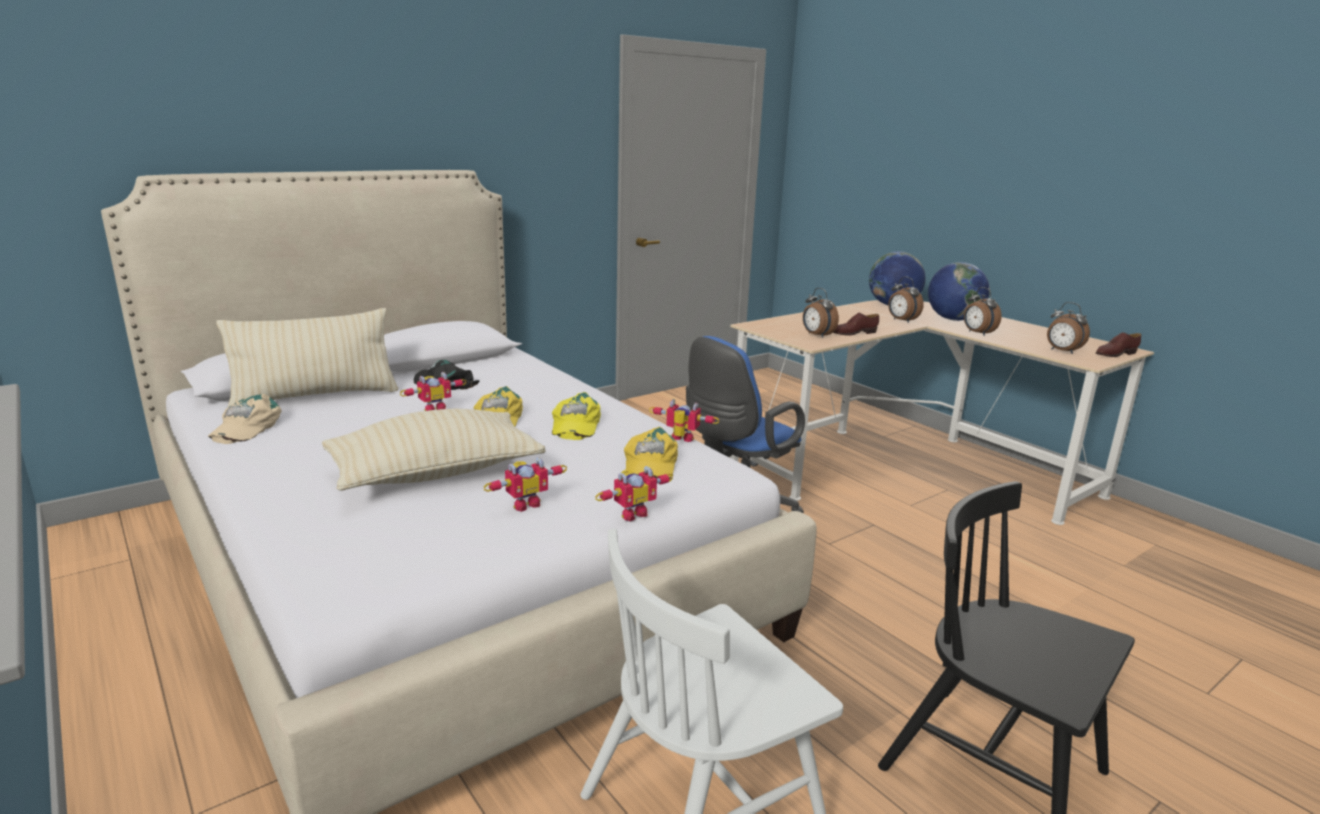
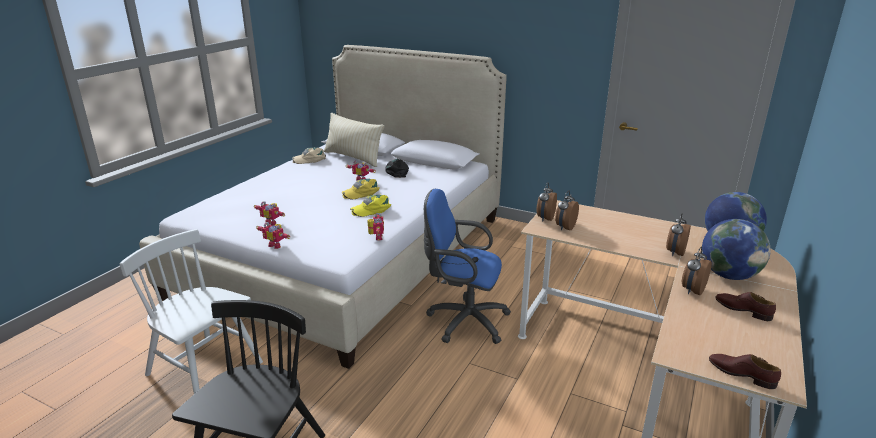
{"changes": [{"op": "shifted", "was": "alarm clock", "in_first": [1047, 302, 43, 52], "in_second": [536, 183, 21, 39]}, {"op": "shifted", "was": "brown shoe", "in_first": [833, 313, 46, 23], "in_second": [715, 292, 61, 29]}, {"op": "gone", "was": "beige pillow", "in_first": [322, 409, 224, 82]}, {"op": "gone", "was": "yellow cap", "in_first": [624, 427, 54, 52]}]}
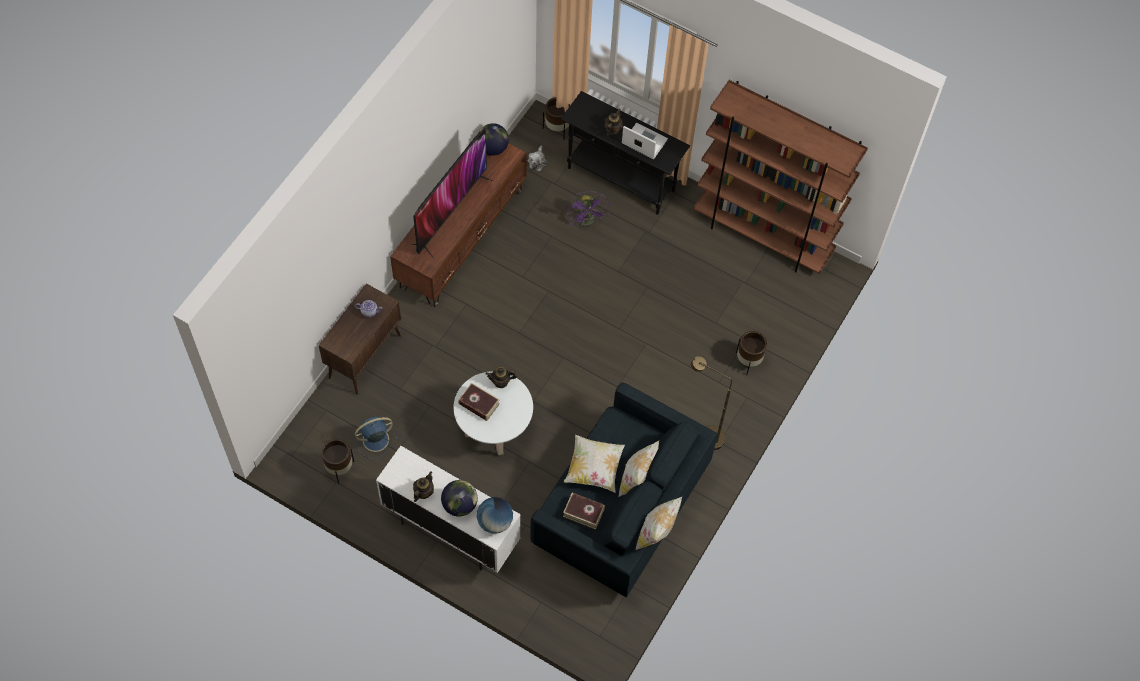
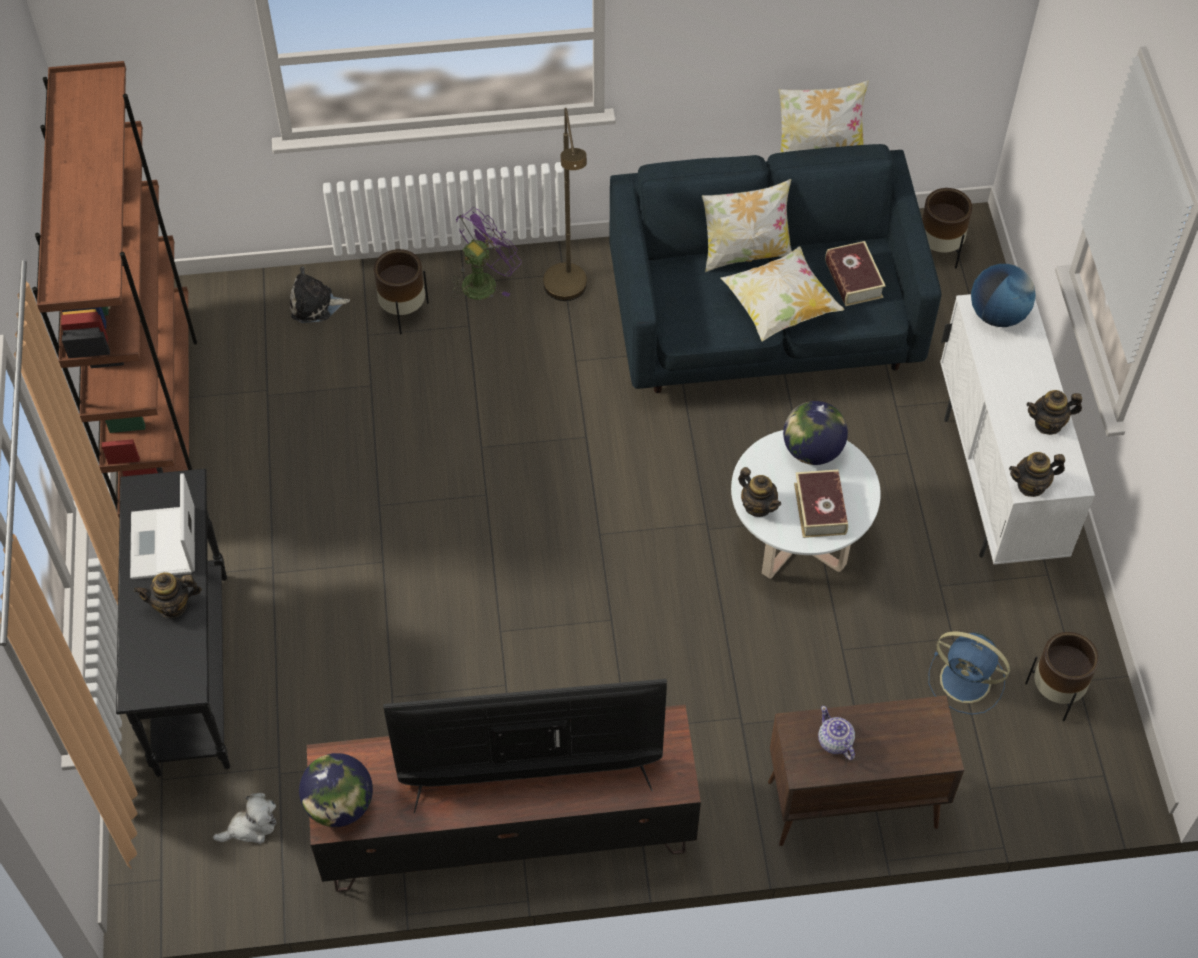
{"changes": [{"op": "shifted", "was": "brown planter", "in_first": [543, 97, 27, 43], "in_second": [922, 188, 50, 80]}, {"op": "shifted", "was": "purple fan", "in_first": [566, 191, 43, 35], "in_second": [451, 207, 70, 93]}, {"op": "shifted", "was": "globe", "in_first": [441, 480, 37, 37], "in_second": [783, 401, 65, 64]}, {"op": "new", "now": "plush toy", "in_second": [290, 266, 60, 57]}, {"op": "new", "now": "teapot", "in_second": [1009, 452, 56, 45]}]}
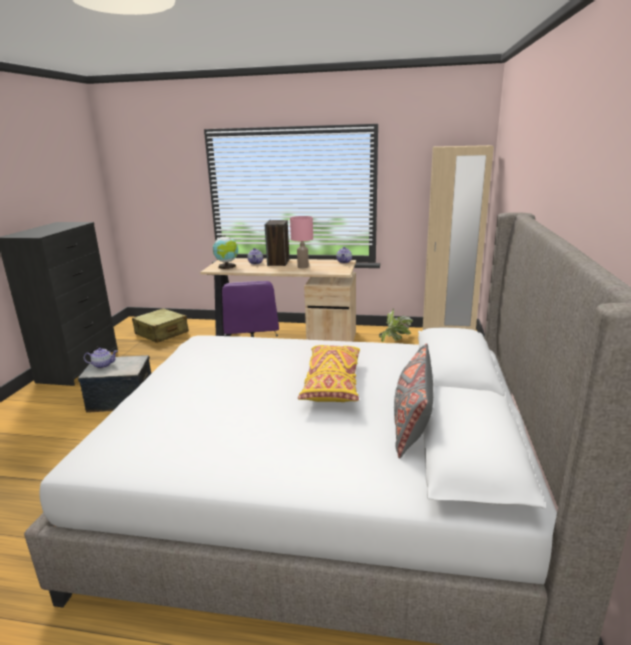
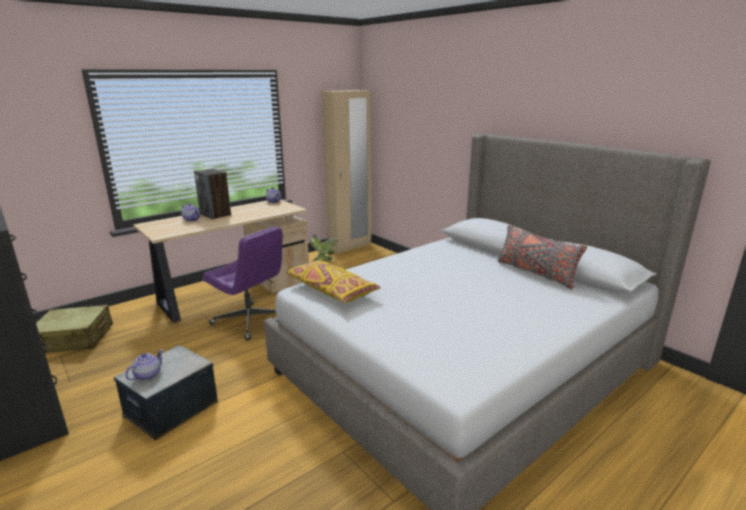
{"changes": [{"op": "gone", "was": "pink table lamp", "in_first": [290, 216, 23, 52]}, {"op": "gone", "was": "globe", "in_first": [213, 236, 25, 33]}, {"op": "shifted", "was": "yellow pillow", "in_first": [298, 345, 62, 57], "in_second": [287, 260, 94, 43]}]}
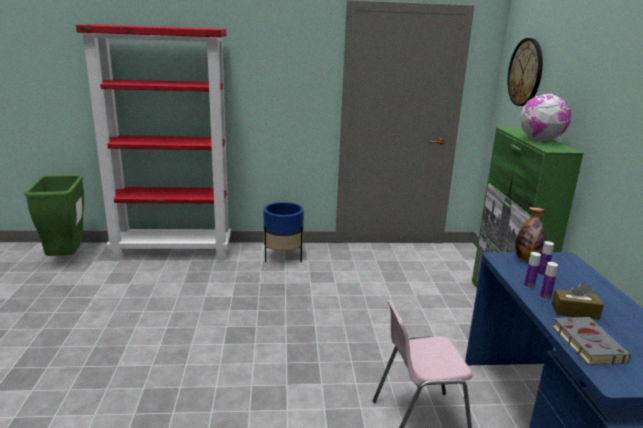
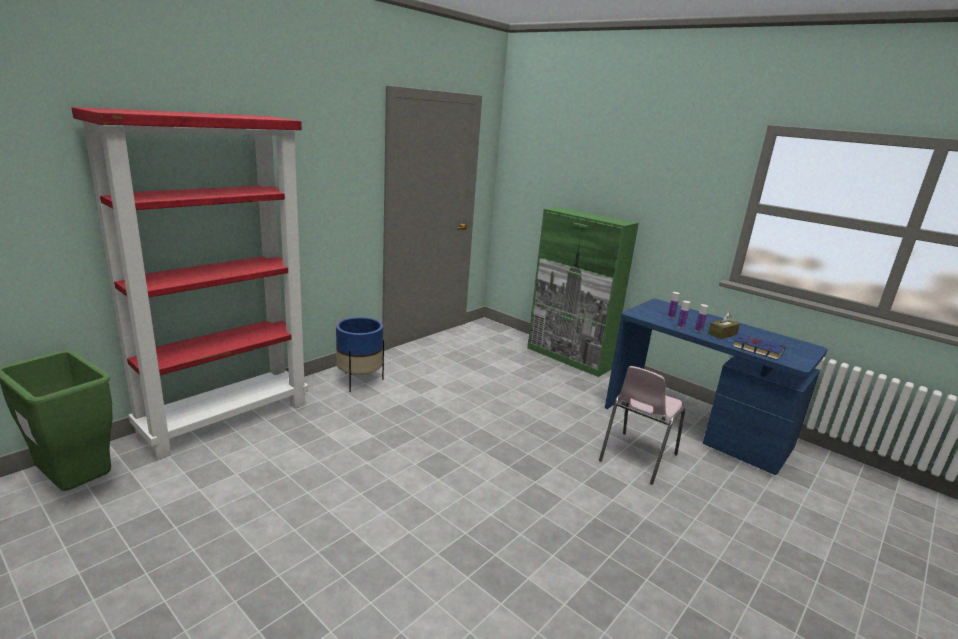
{"changes": [{"op": "gone", "was": "wall clock", "in_first": [508, 38, 35, 68]}, {"op": "gone", "was": "globe", "in_first": [520, 94, 51, 47]}, {"op": "gone", "was": "bottle", "in_first": [515, 207, 31, 54]}, {"op": "repainted", "was": "grey book", "now": "blue book", "in_first": [552, 317, 79, 48], "in_second": [728, 334, 58, 26]}]}
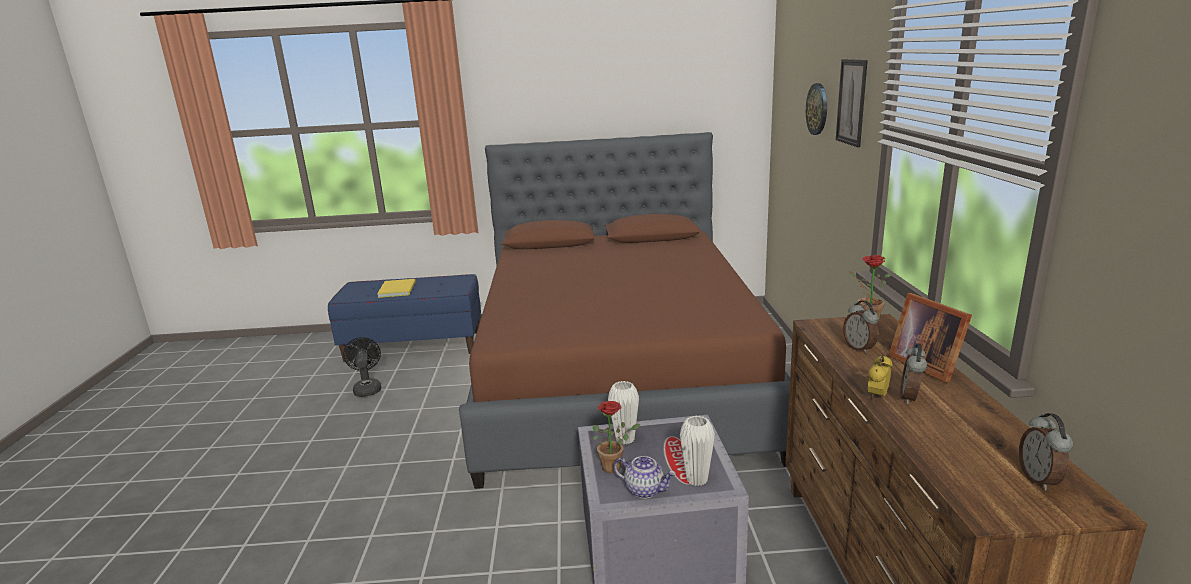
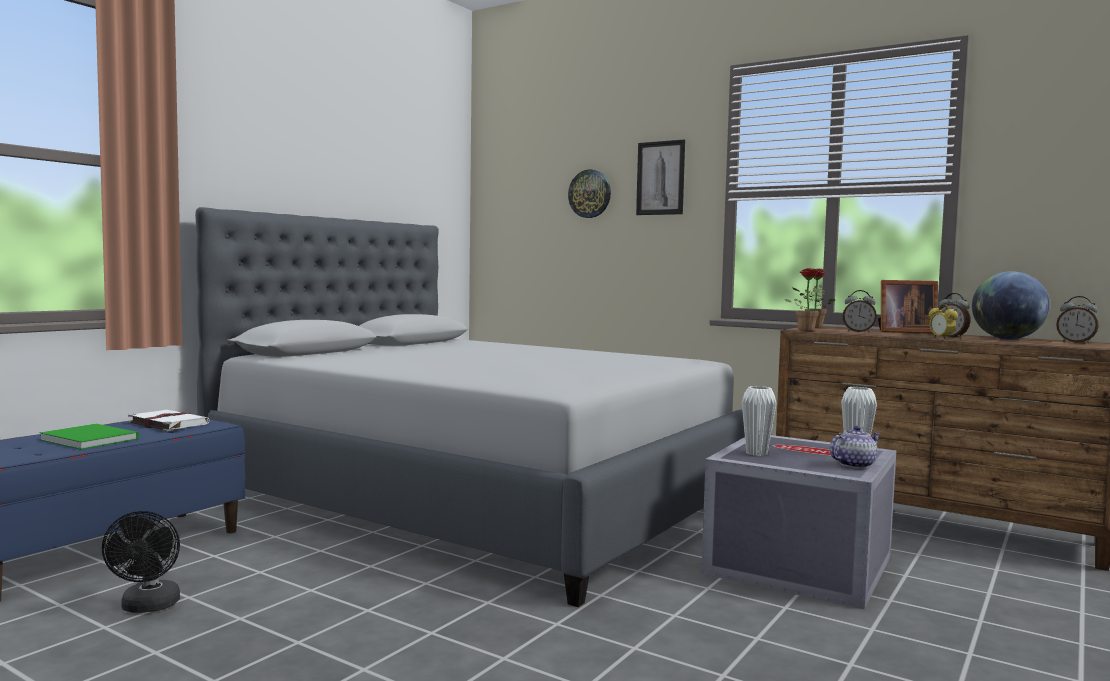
{"changes": [{"op": "repainted", "was": "brown bed", "now": "grey bed", "in_first": [459, 132, 331, 357], "in_second": [195, 207, 550, 400]}, {"op": "repainted", "was": "yellow book", "now": "green book", "in_first": [377, 279, 39, 19], "in_second": [39, 424, 100, 26]}, {"op": "rotated", "was": "black fan", "in_first": [343, 337, 38, 60], "in_second": [102, 511, 78, 102], "clockwise": -120}, {"op": "shifted", "was": "potted plant", "in_first": [593, 401, 48, 72], "in_second": [784, 268, 38, 63]}, {"op": "new", "now": "globe", "in_second": [972, 271, 78, 68]}, {"op": "new", "now": "white book", "in_second": [128, 410, 81, 22]}]}
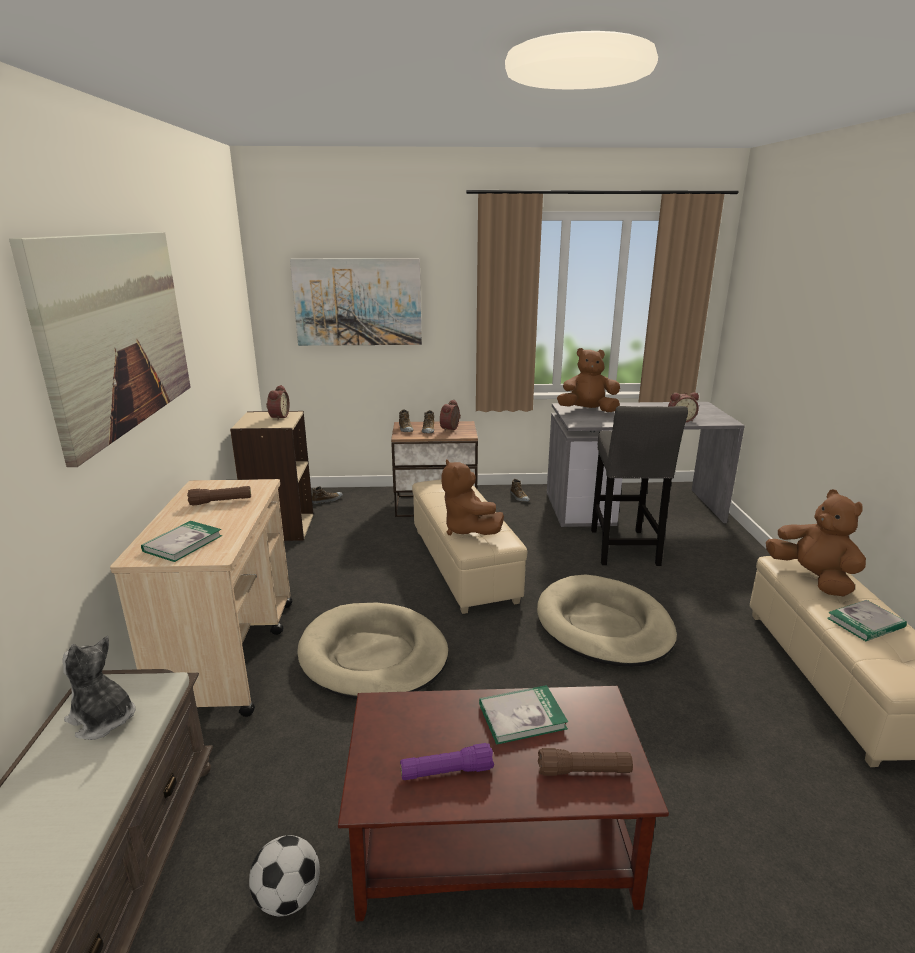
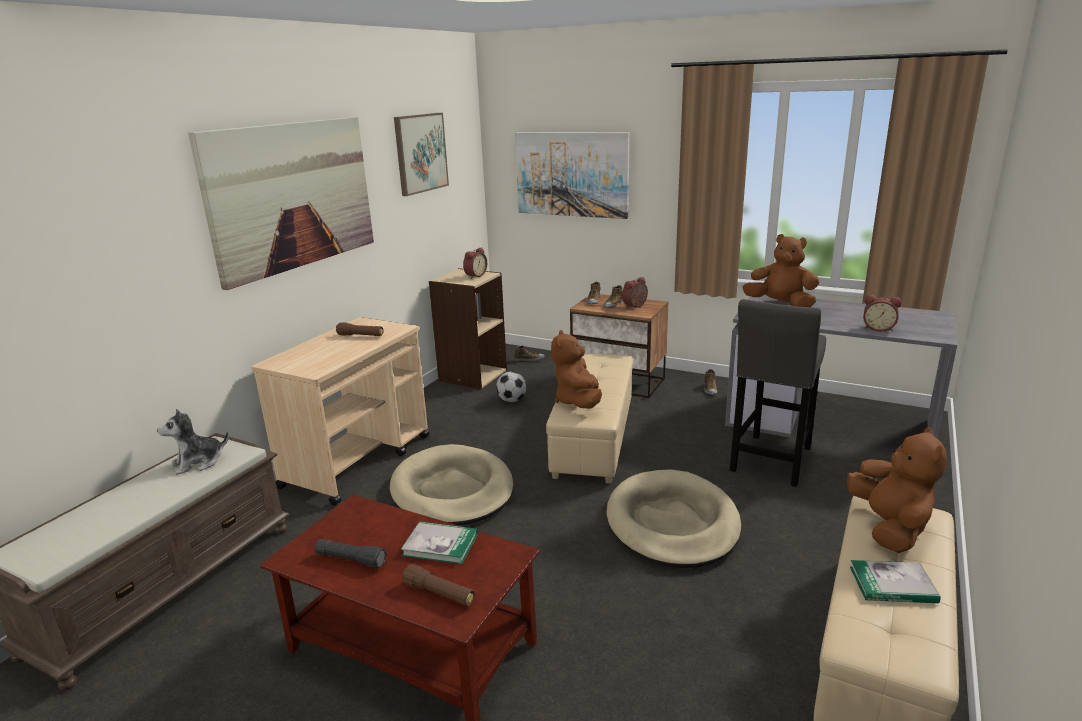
{"changes": [{"op": "gone", "was": "book", "in_first": [141, 521, 81, 41]}, {"op": "rotated", "was": "plush toy", "in_first": [62, 636, 74, 104], "in_second": [157, 409, 72, 66], "clockwise": -90}, {"op": "repainted", "was": "purple flashlight", "now": "black flashlight", "in_first": [400, 743, 94, 37], "in_second": [315, 539, 72, 29]}, {"op": "shifted", "was": "football", "in_first": [249, 835, 71, 81], "in_second": [496, 372, 30, 30]}, {"op": "new", "now": "picture", "in_second": [394, 113, 55, 83]}]}
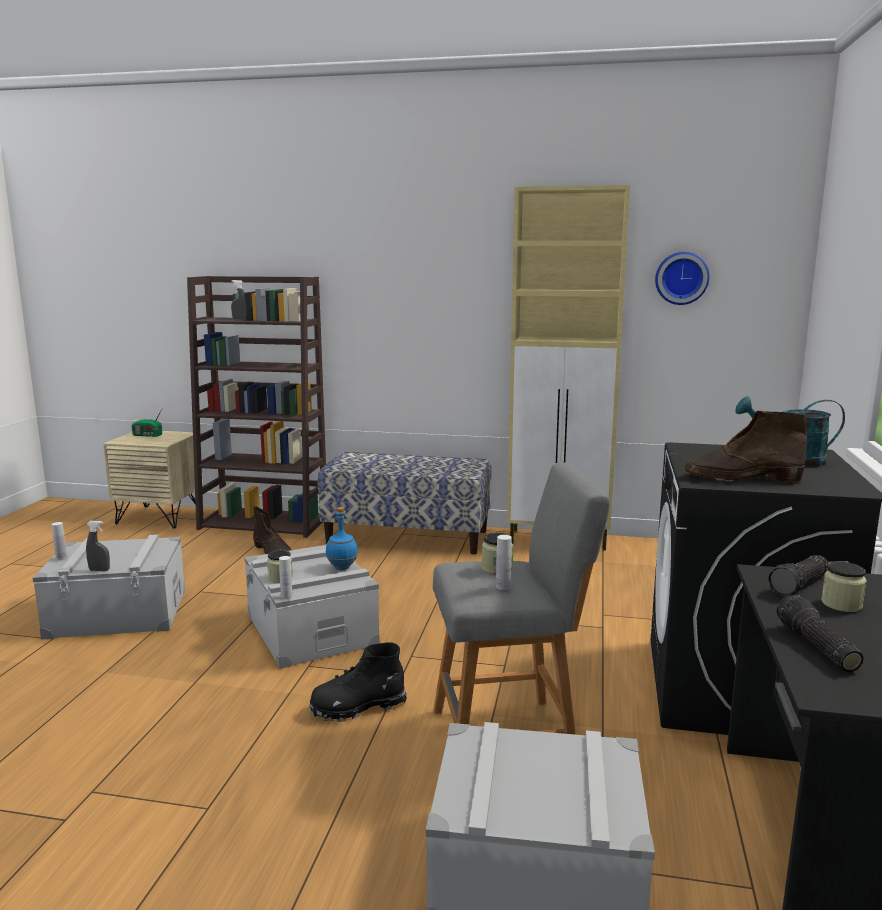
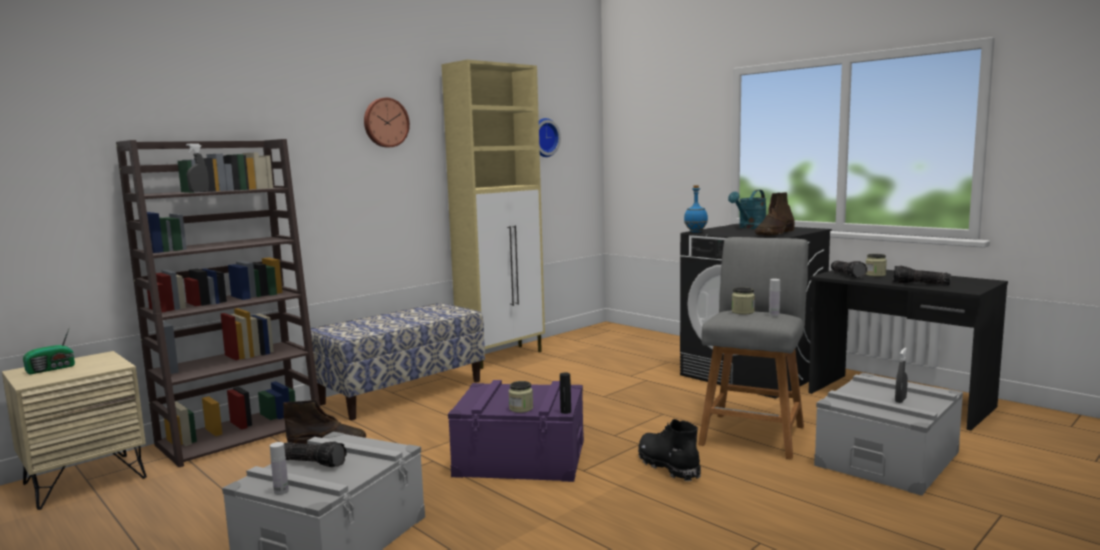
{"changes": [{"op": "shifted", "was": "blue bottle", "in_first": [326, 507, 32, 63], "in_second": [684, 185, 24, 48]}, {"op": "shifted", "was": "grey spray bottle", "in_first": [86, 521, 24, 50], "in_second": [895, 348, 13, 55]}, {"op": "repainted", "was": "grey storage box", "now": "purple storage box", "in_first": [244, 544, 136, 125], "in_second": [448, 380, 136, 102]}, {"op": "repainted", "was": "white bottle", "now": "black bottle", "in_first": [279, 556, 14, 43], "in_second": [560, 372, 11, 42]}, {"op": "rotated", "was": "black boot", "in_first": [309, 642, 98, 80], "in_second": [638, 419, 63, 62], "clockwise": 135}, {"op": "new", "now": "wall clock", "in_second": [364, 98, 46, 49]}, {"op": "new", "now": "flashlight", "in_second": [284, 441, 63, 26]}]}
